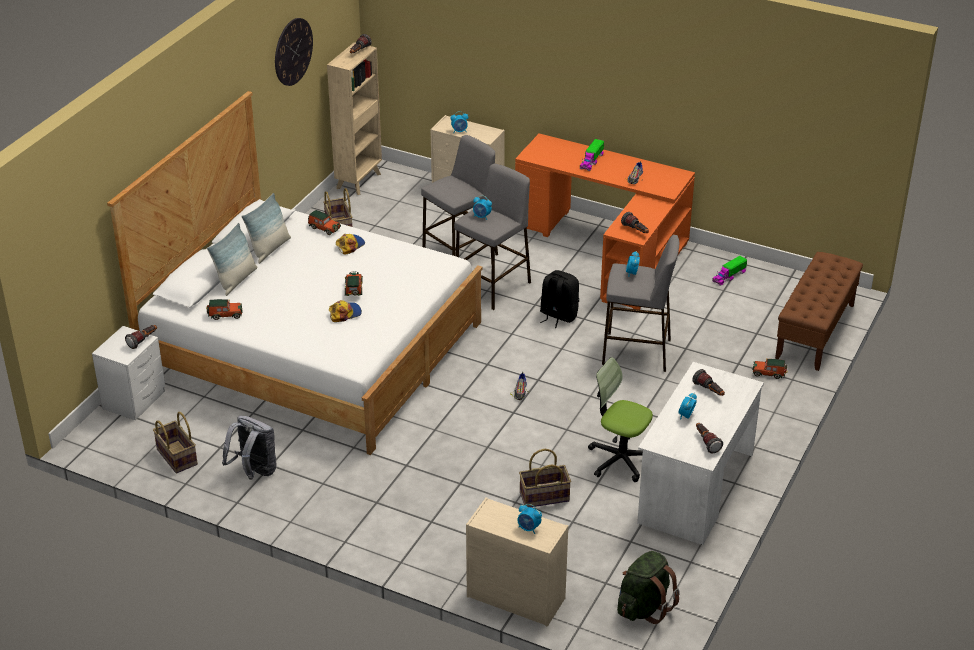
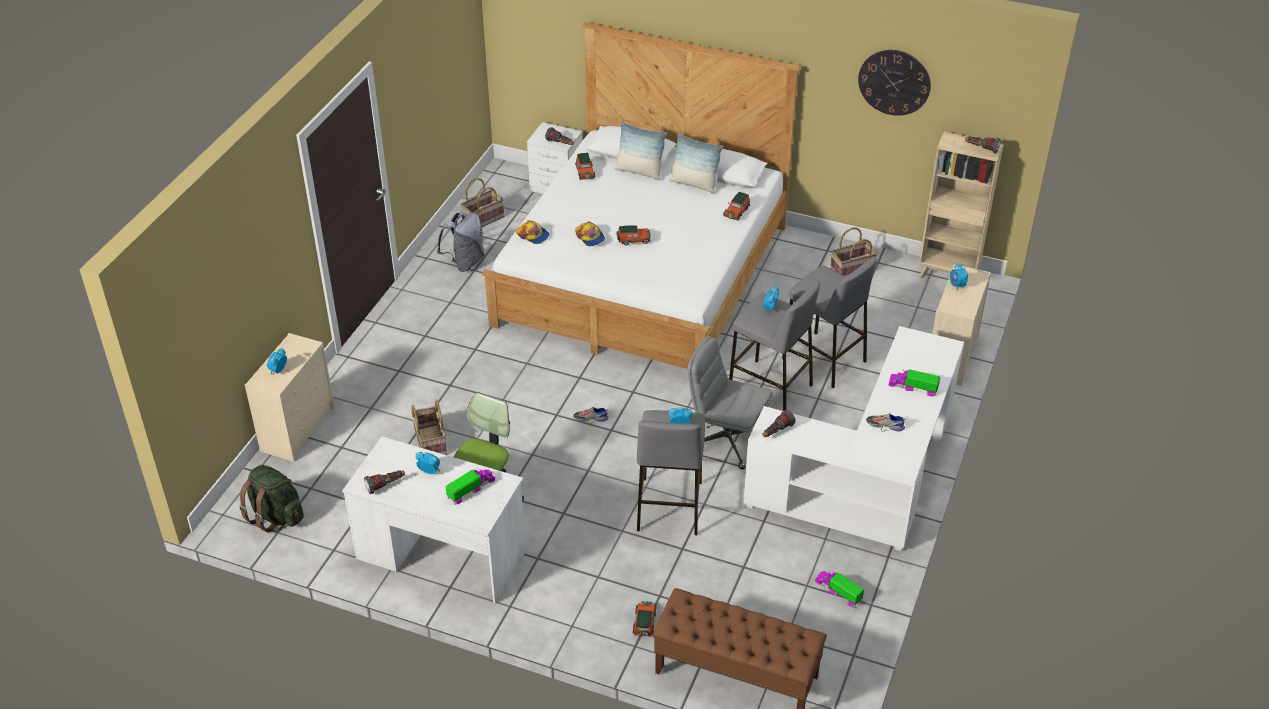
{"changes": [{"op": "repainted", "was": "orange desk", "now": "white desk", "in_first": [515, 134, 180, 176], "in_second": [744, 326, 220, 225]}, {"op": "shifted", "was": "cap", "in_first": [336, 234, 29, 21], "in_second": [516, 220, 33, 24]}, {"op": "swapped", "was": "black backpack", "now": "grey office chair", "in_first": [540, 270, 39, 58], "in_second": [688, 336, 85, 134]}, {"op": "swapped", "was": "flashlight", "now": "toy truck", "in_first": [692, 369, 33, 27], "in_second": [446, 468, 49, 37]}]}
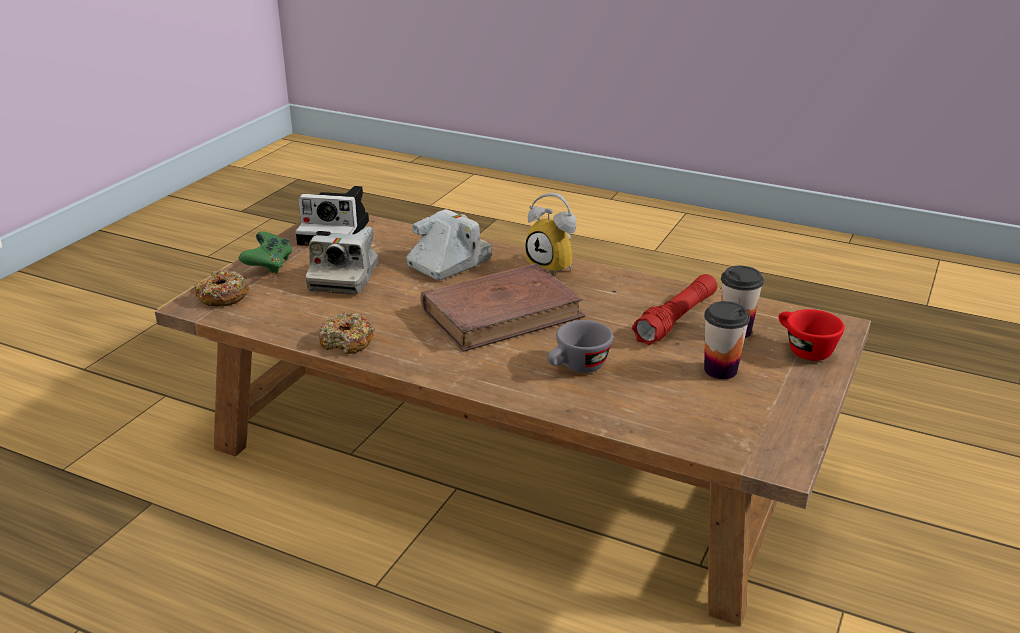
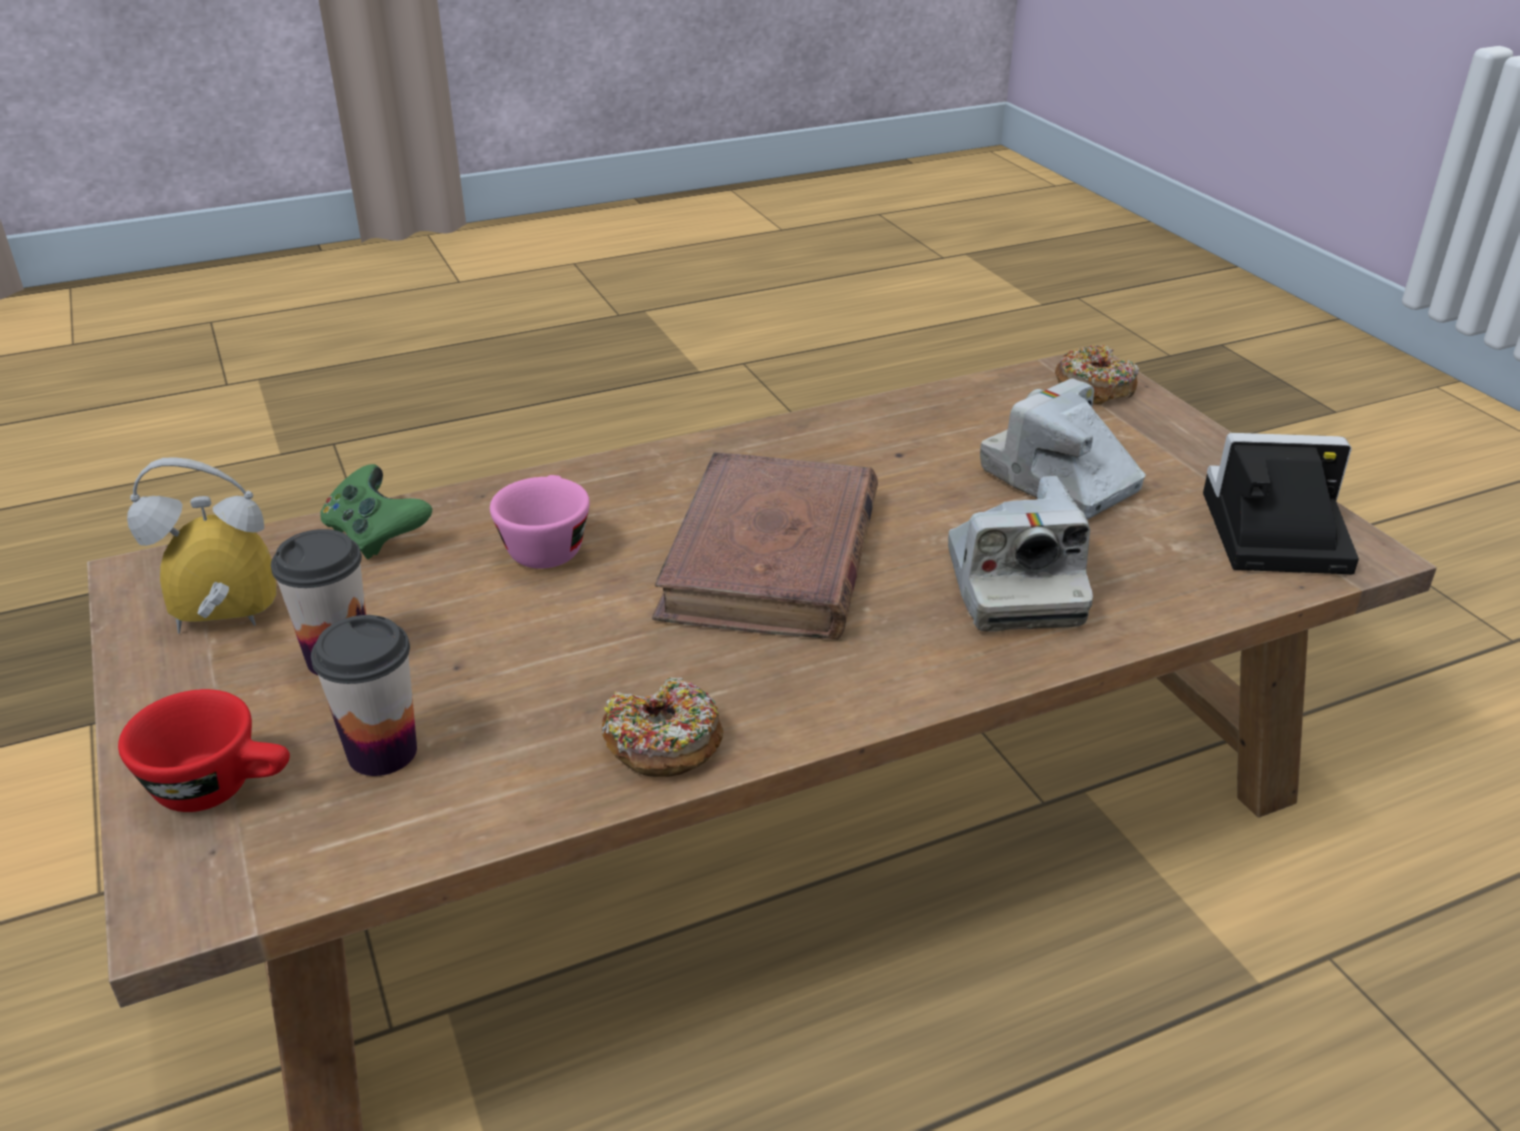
{"changes": [{"op": "rotated", "was": "photo camera", "in_first": [295, 186, 74, 60], "in_second": [1203, 433, 156, 141], "clockwise": 45}, {"op": "shifted", "was": "alarm clock", "in_first": [525, 193, 52, 83], "in_second": [127, 457, 150, 177]}, {"op": "shifted", "was": "green game controller", "in_first": [239, 231, 53, 43], "in_second": [320, 464, 112, 95]}, {"op": "gone", "was": "red flashlight", "in_first": [632, 274, 85, 71]}, {"op": "shifted", "was": "donut", "in_first": [319, 313, 56, 41], "in_second": [602, 677, 121, 100]}, {"op": "repainted", "was": "grey cup", "now": "pink cup", "in_first": [547, 320, 66, 53], "in_second": [490, 475, 100, 94]}]}
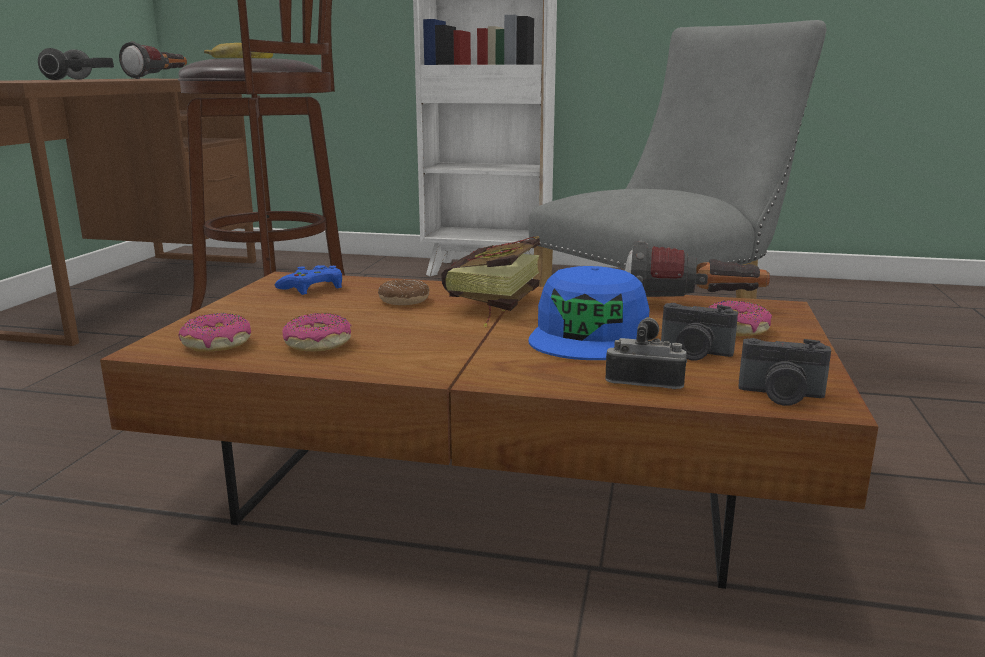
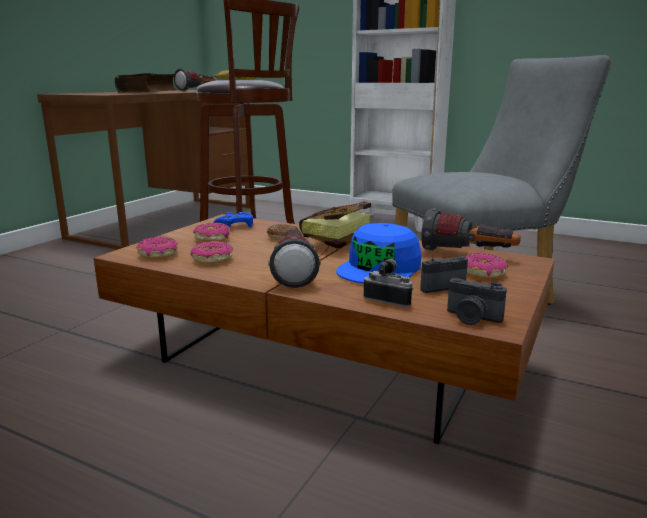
{"changes": [{"op": "swapped", "was": "headphones", "now": "book", "in_first": [38, 48, 76, 32], "in_second": [115, 73, 62, 20]}, {"op": "rotated", "was": "photo camera", "in_first": [661, 303, 77, 57], "in_second": [420, 256, 48, 37], "clockwise": 120}, {"op": "new", "now": "donut", "in_second": [193, 223, 37, 19]}, {"op": "new", "now": "flashlight", "in_second": [268, 229, 53, 59]}]}
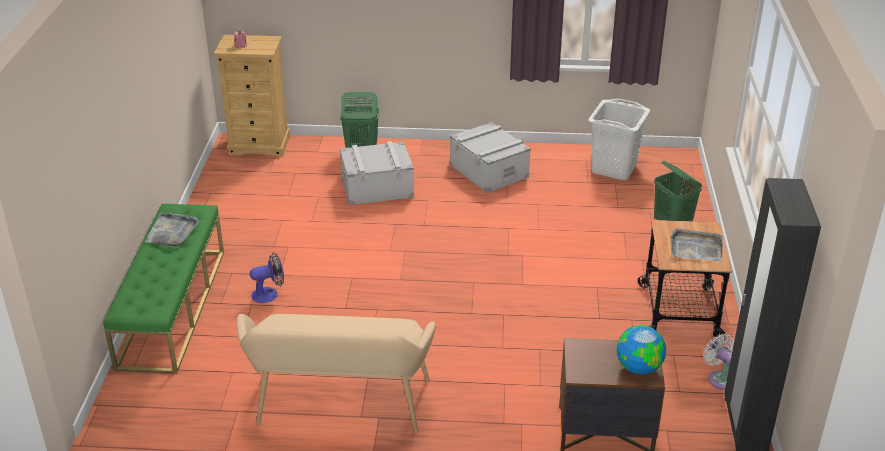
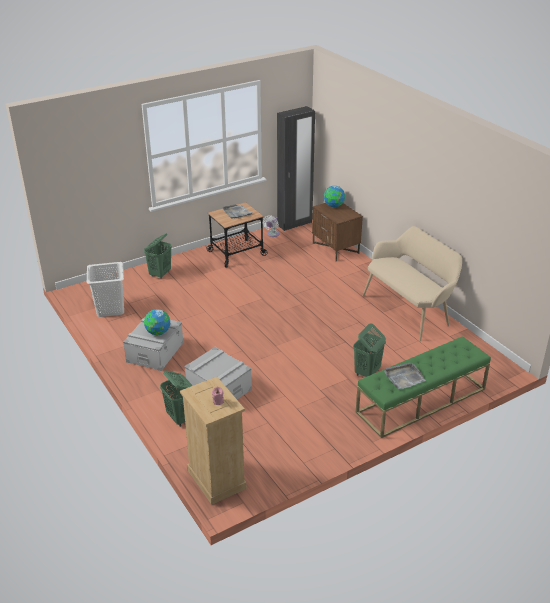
{"changes": [{"op": "swapped", "was": "fan", "now": "green laundry basket", "in_first": [250, 253, 34, 50], "in_second": [353, 323, 33, 54]}, {"op": "new", "now": "globe", "in_second": [144, 309, 26, 26]}]}
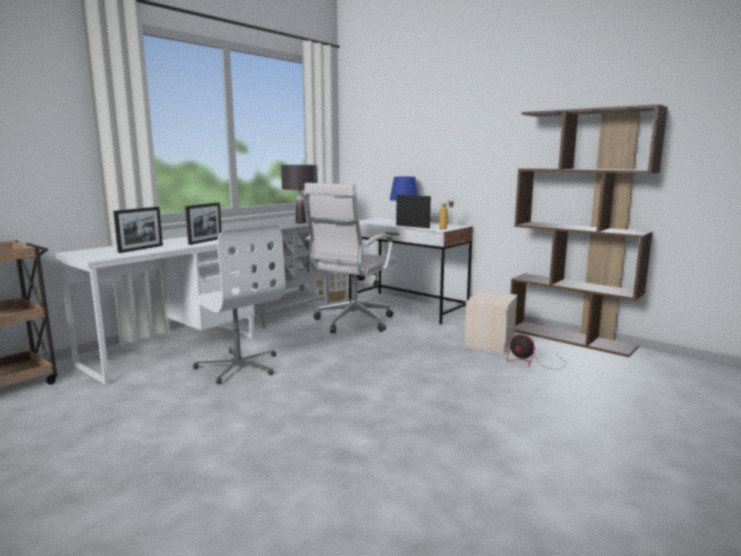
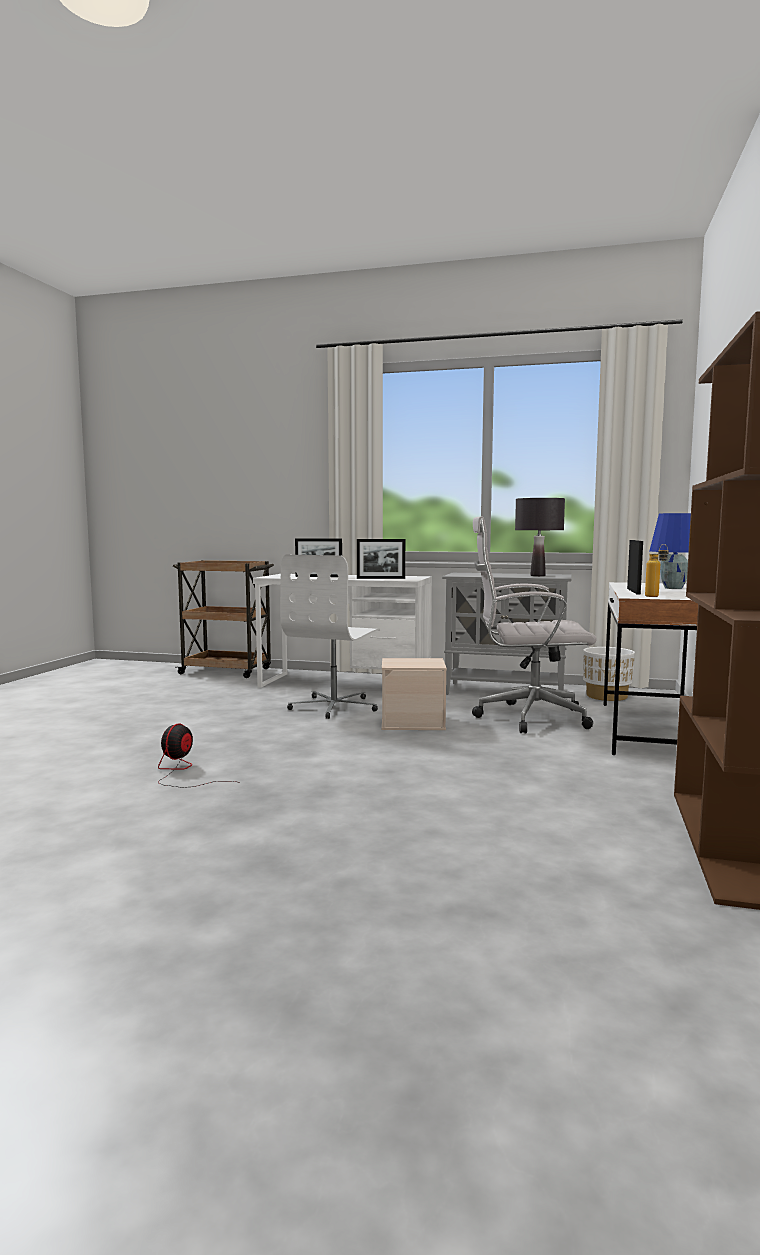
{"changes": [{"op": "shifted", "was": "beige storage box", "in_first": [464, 291, 53, 63], "in_second": [382, 658, 65, 72]}, {"op": "shifted", "was": "fan", "in_first": [506, 334, 61, 36], "in_second": [158, 723, 83, 65]}]}
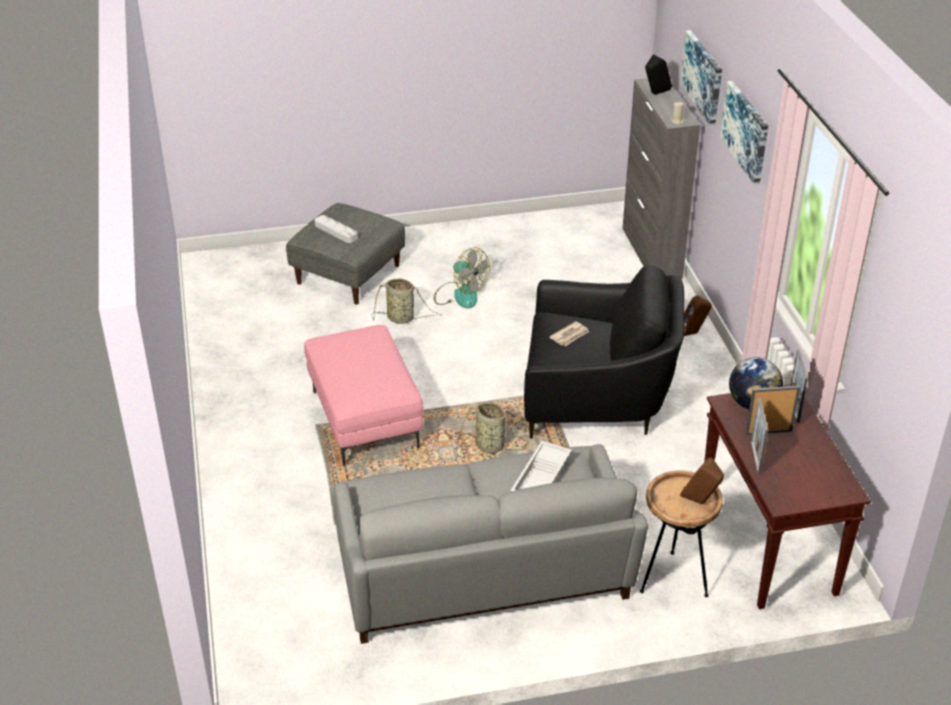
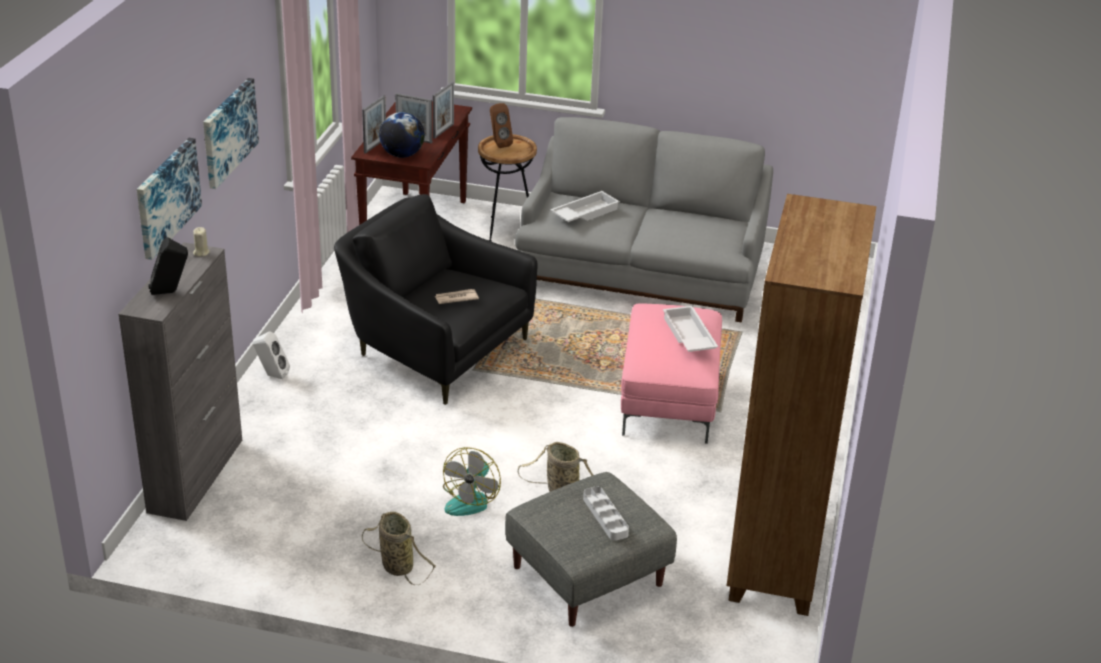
{"changes": [{"op": "rotated", "was": "fan", "in_first": [434, 247, 56, 62], "in_second": [443, 447, 58, 69], "clockwise": -135}, {"op": "repainted", "was": "brown speaker", "now": "white speaker", "in_first": [684, 295, 28, 41], "in_second": [253, 331, 37, 48]}, {"op": "shifted", "was": "basket", "in_first": [457, 402, 77, 51], "in_second": [362, 512, 74, 73]}, {"op": "new", "now": "brown bookcase", "in_second": [727, 194, 150, 422]}, {"op": "new", "now": "white tray", "in_second": [663, 306, 55, 46]}]}
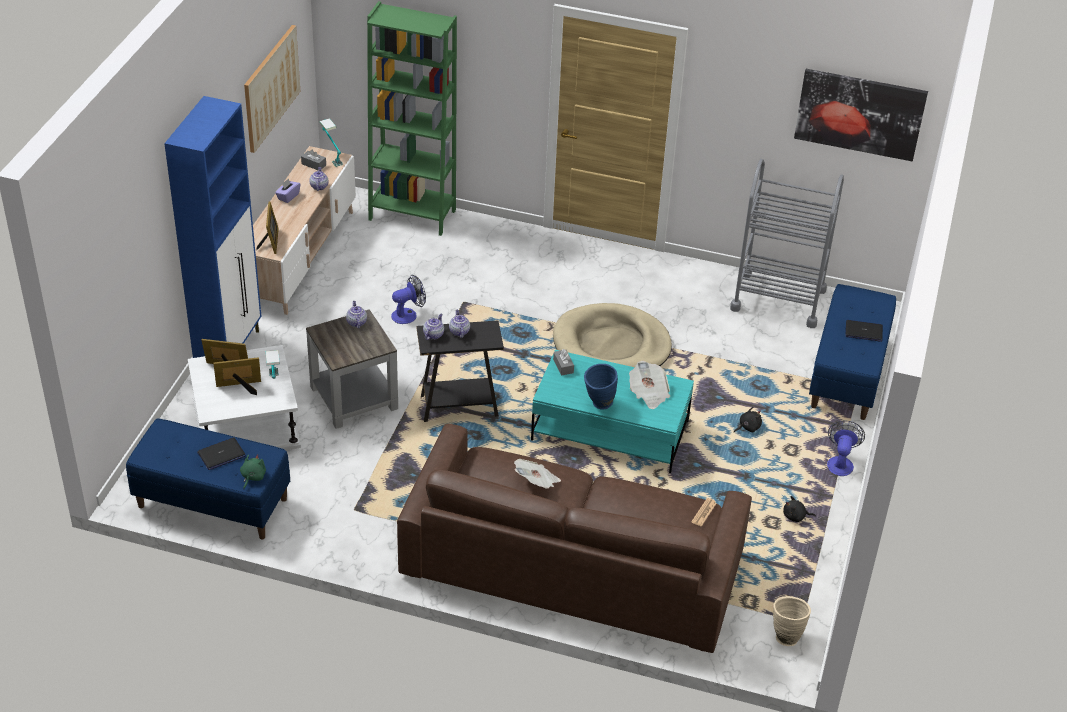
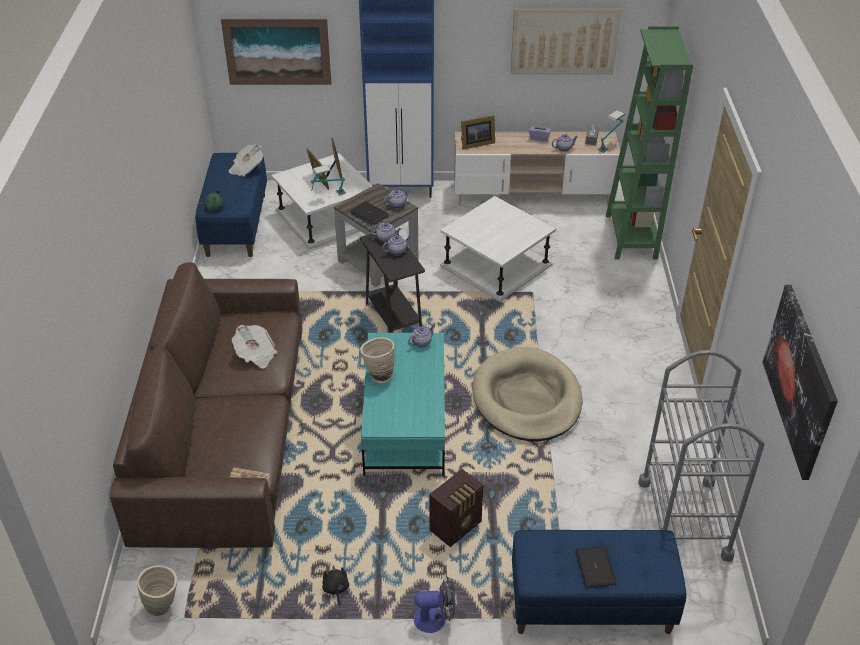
{"changes": [{"op": "swapped", "was": "fan", "now": "white side table", "in_first": [391, 275, 35, 49], "in_second": [440, 196, 116, 106]}, {"op": "swapped", "was": "grey tissue box", "now": "teapot", "in_first": [553, 349, 21, 27], "in_second": [408, 325, 27, 23]}, {"op": "shifted", "was": "newspaper", "in_first": [629, 361, 41, 48], "in_second": [229, 144, 34, 33]}, {"op": "repainted", "was": "blue vase", "now": "beige vase", "in_first": [584, 364, 34, 46], "in_second": [360, 337, 35, 46]}, {"op": "swapped", "was": "black plush toy", "now": "radio", "in_first": [734, 407, 28, 25], "in_second": [430, 469, 53, 78]}, {"op": "shifted", "was": "laptop", "in_first": [197, 437, 48, 33], "in_second": [350, 201, 39, 24]}, {"op": "new", "now": "picture", "in_second": [221, 19, 110, 66]}]}
